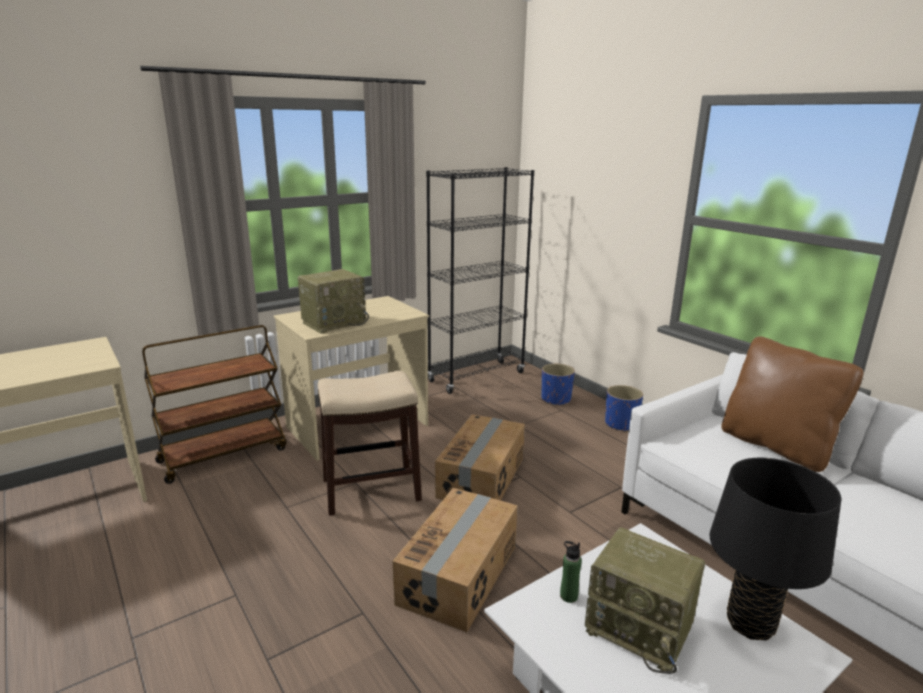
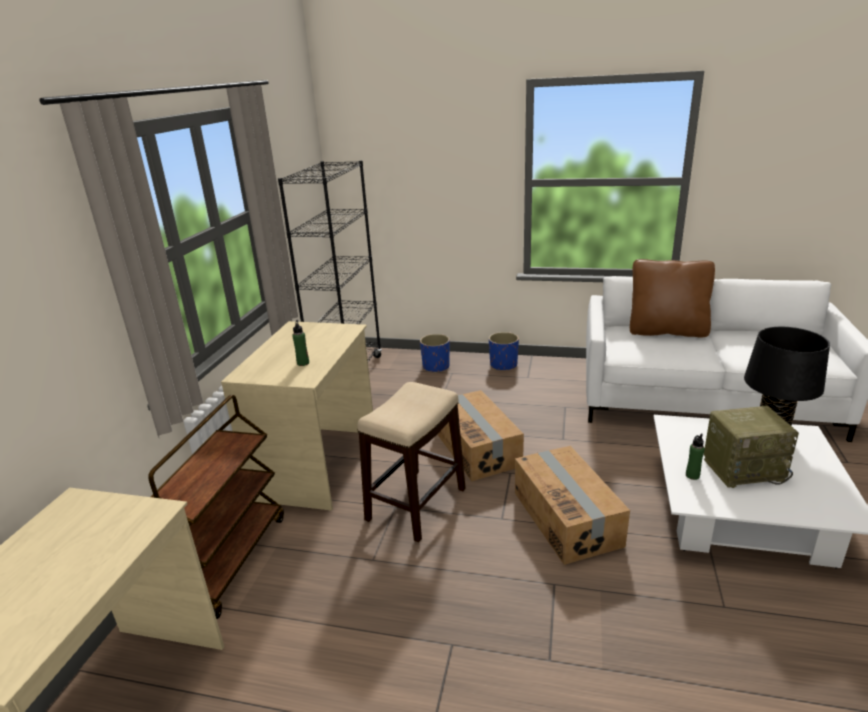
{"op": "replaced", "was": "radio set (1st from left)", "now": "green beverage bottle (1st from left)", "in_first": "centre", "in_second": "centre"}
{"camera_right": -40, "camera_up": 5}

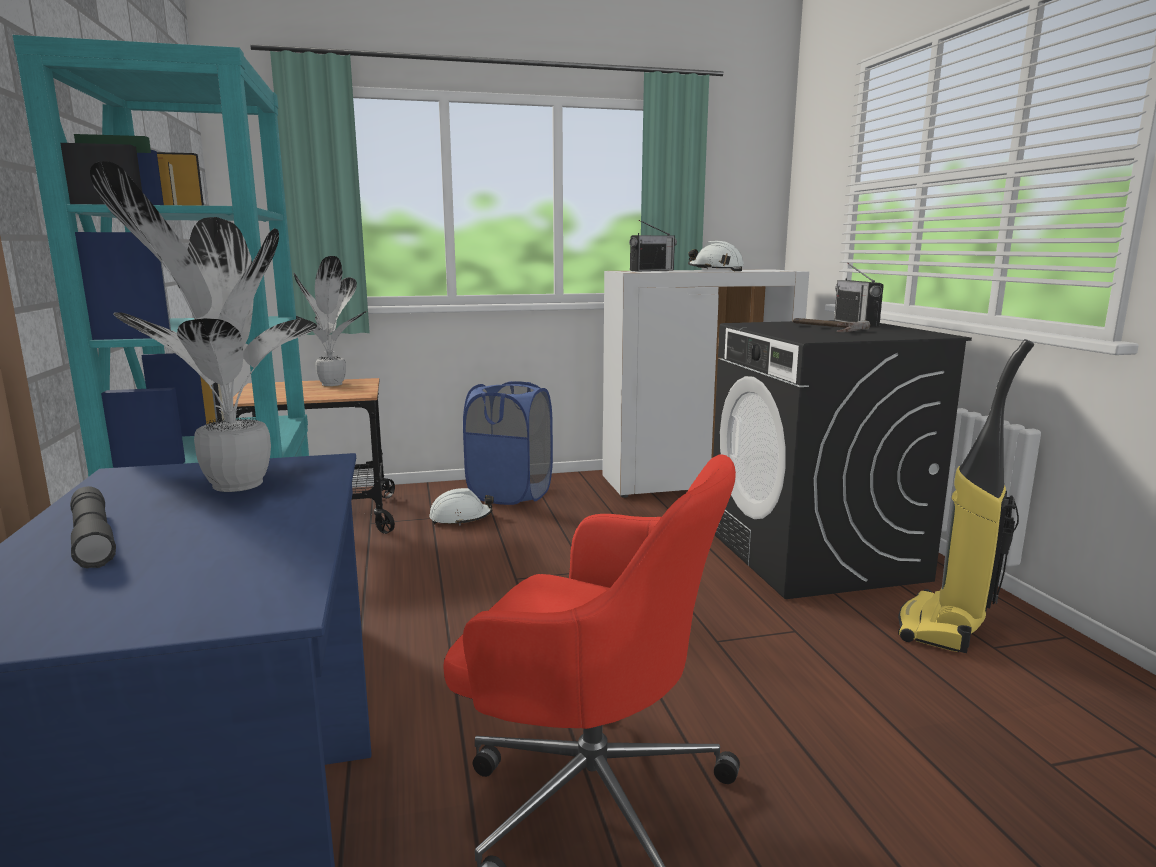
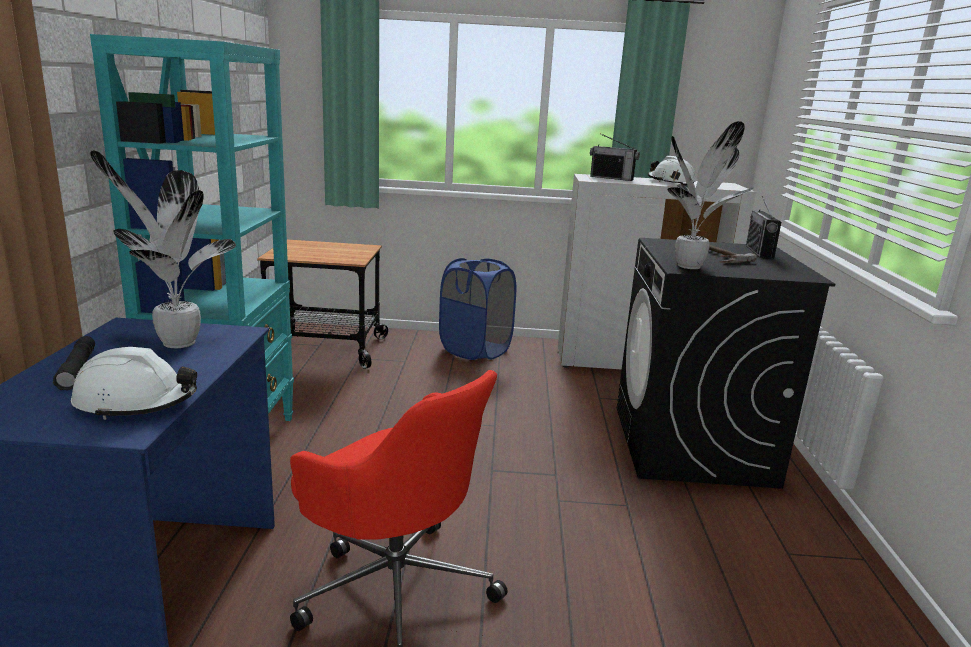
{"op": "turned", "was": "radio set (1st from left)", "in_first": "top centre", "in_second": "top centre", "clockwise": 45}
{"op": "moved", "was": "houseplant (2nd from left)", "in_first": "middle left", "in_second": "top right"}
{"op": "removed", "was": "vacuum cleaner", "in_first": "middle right"}
{"op": "moved", "was": "whitish safety helmet (1st from left)", "in_first": "centre", "in_second": "middle left"}
{"camera_right": 15, "camera_up": 5}

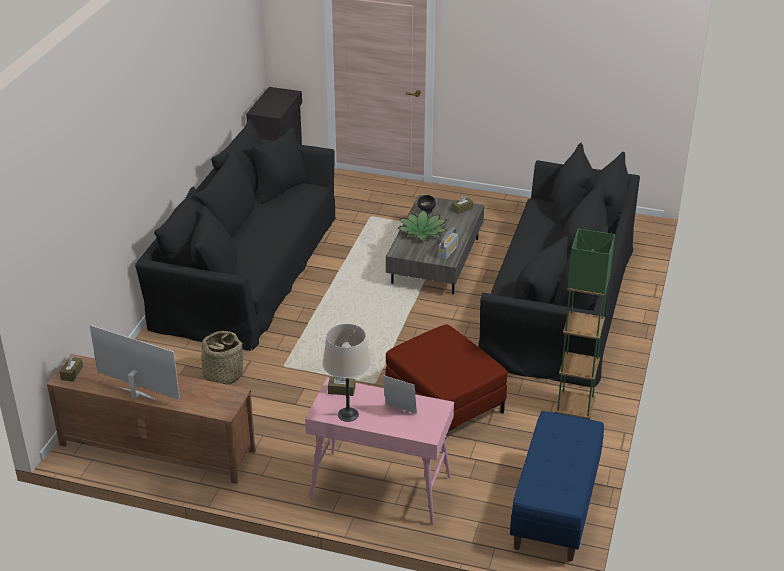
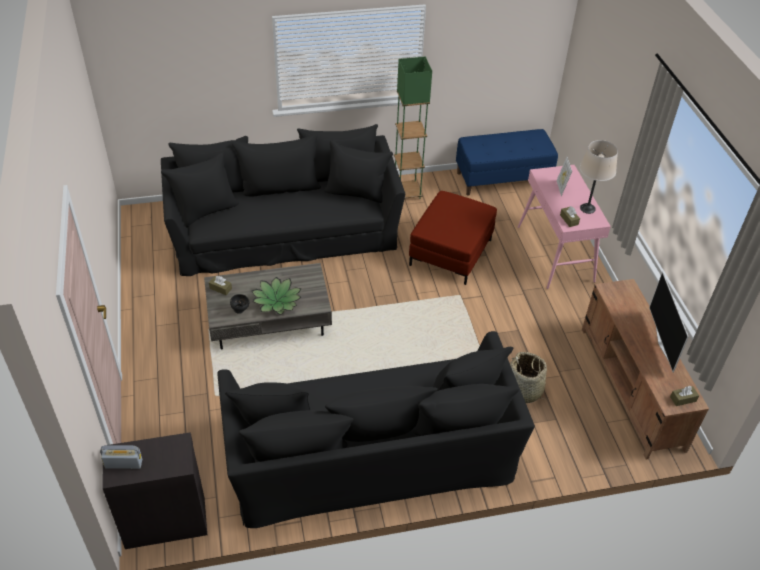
{"op": "moved", "was": "radio set", "in_first": "centre", "in_second": "bottom left"}
{"camera_right": -120, "camera_up": 10}

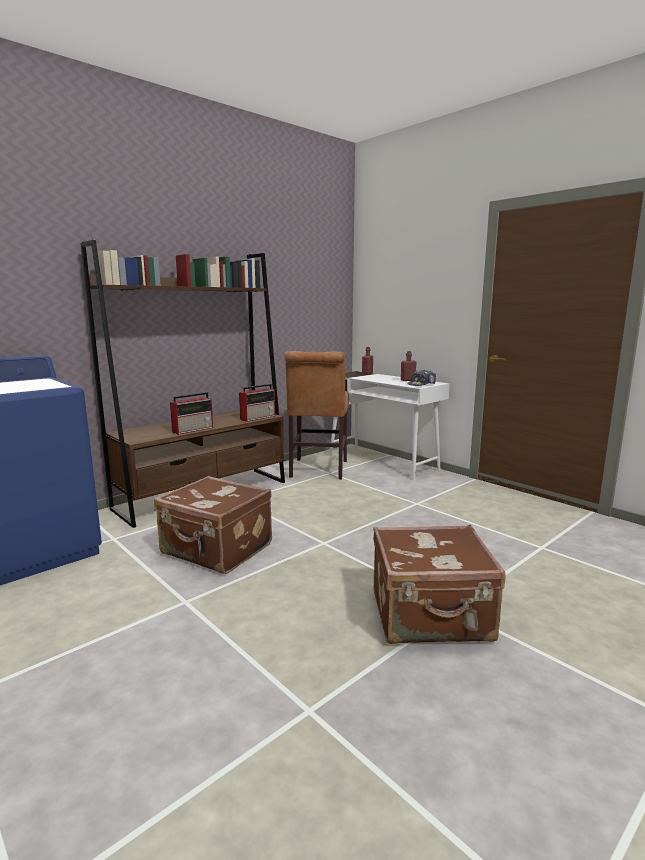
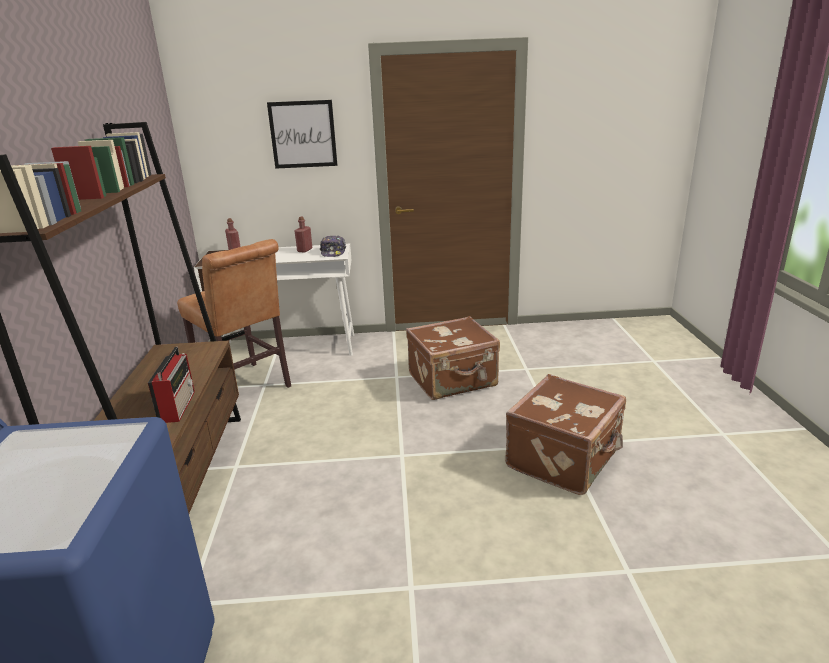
{"op": "removed", "was": "radio set (2nd from left)", "in_first": "centre"}
{"op": "moved", "was": "brown-coloured travel case (1st from left)", "in_first": "middle left", "in_second": "centre"}
{"op": "added", "now": "picture", "in_second": "top centre"}
{"camera_right": -50, "camera_up": 10}

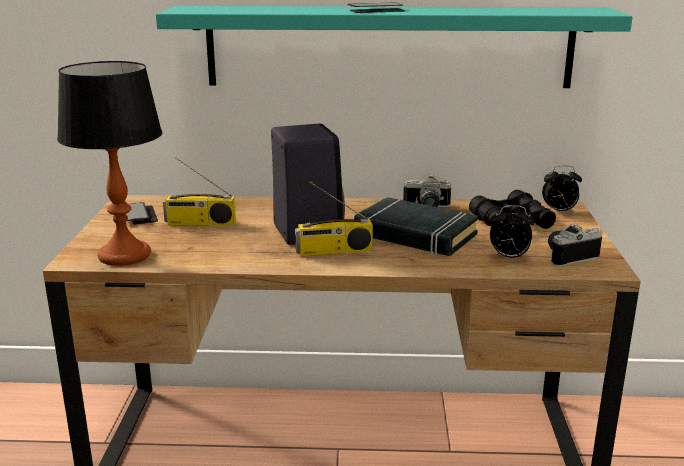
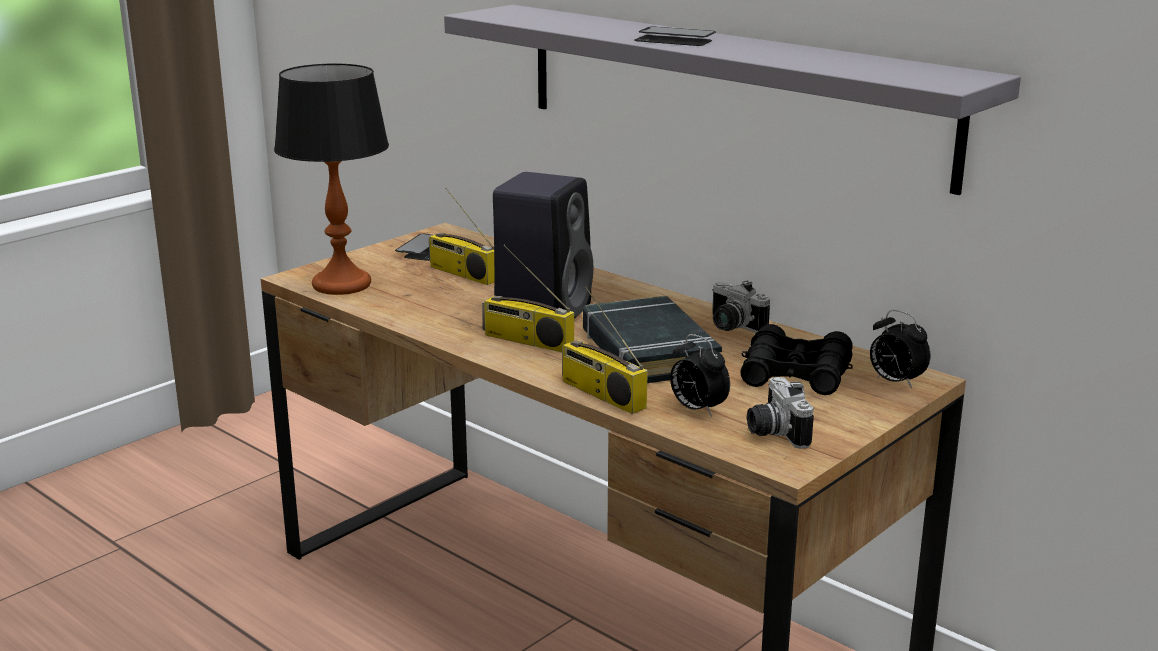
{"op": "recoloured", "was": "turquoise shelf", "now": "greyish shelf", "in_first": "top centre", "in_second": "top centre"}
{"op": "turned", "was": "still camera (2nd from left)", "in_first": "middle right", "in_second": "middle right", "clockwise": -120}
{"op": "added", "now": "radio set (3rd from left)", "in_second": "centre"}
{"camera_right": 40, "camera_up": 0}

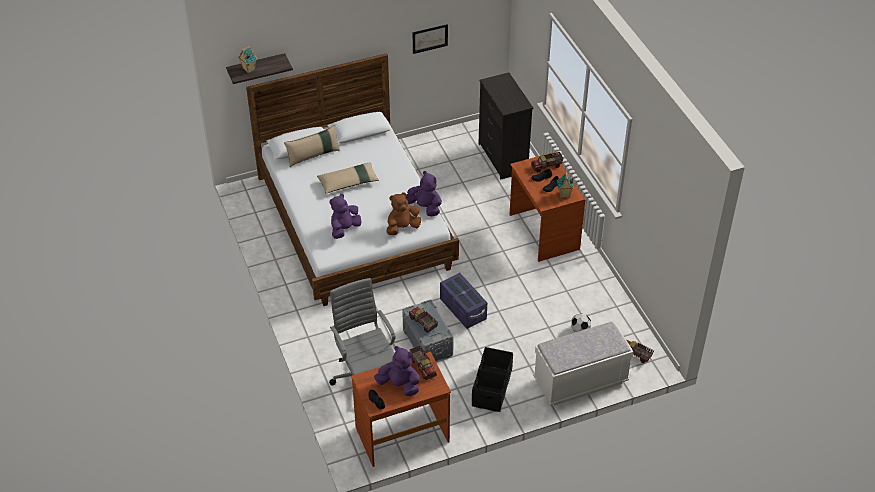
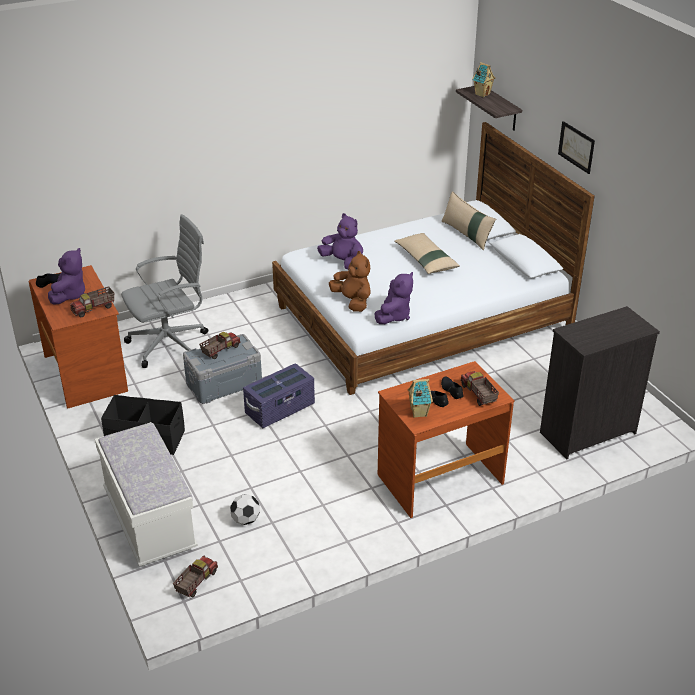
{"op": "moved", "was": "picture", "in_first": "top centre", "in_second": "top right"}
{"camera_right": 85, "camera_up": -10}

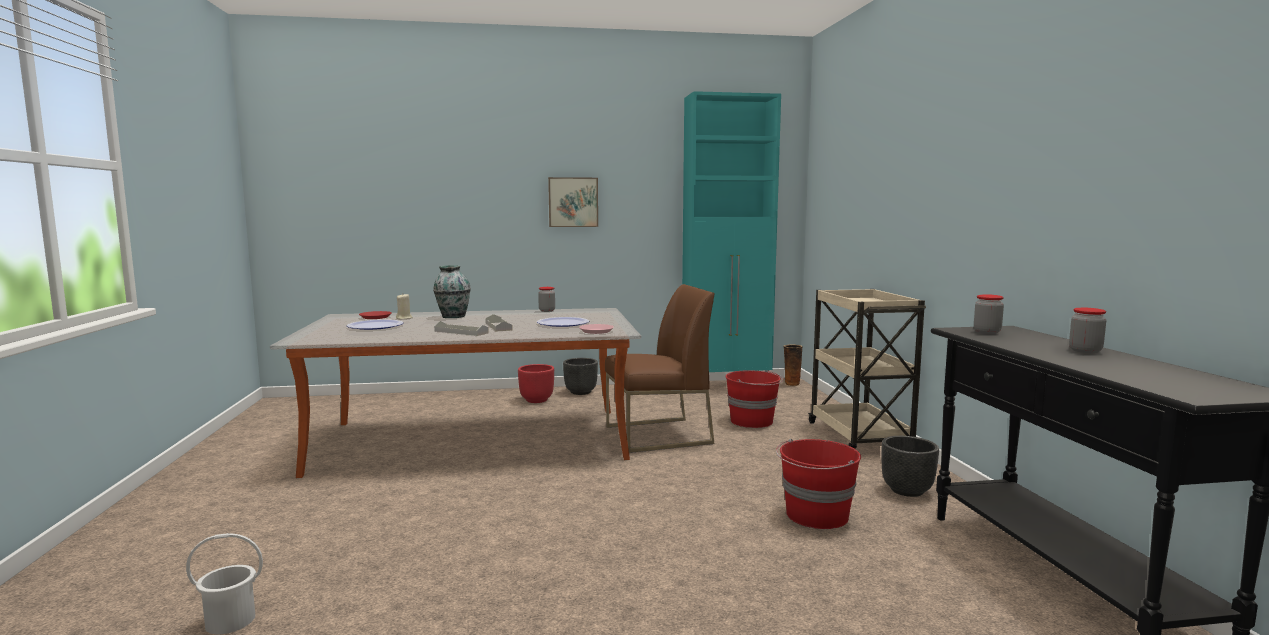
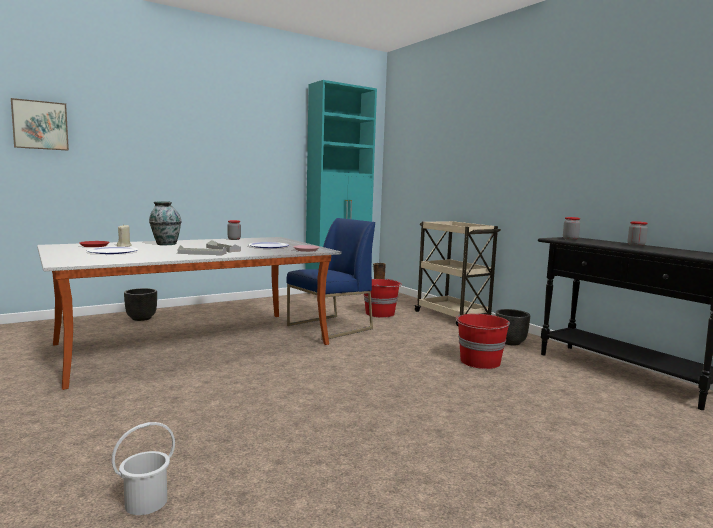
{"op": "moved", "was": "picture", "in_first": "top centre", "in_second": "top left"}
{"op": "recoloured", "was": "brown-coloured chair", "now": "blue chair", "in_first": "centre", "in_second": "centre"}
{"op": "moved", "was": "black flower pot (1st from left)", "in_first": "centre", "in_second": "middle left"}
{"op": "removed", "was": "reddish flower pot", "in_first": "centre"}
{"camera_right": -25, "camera_up": 0}

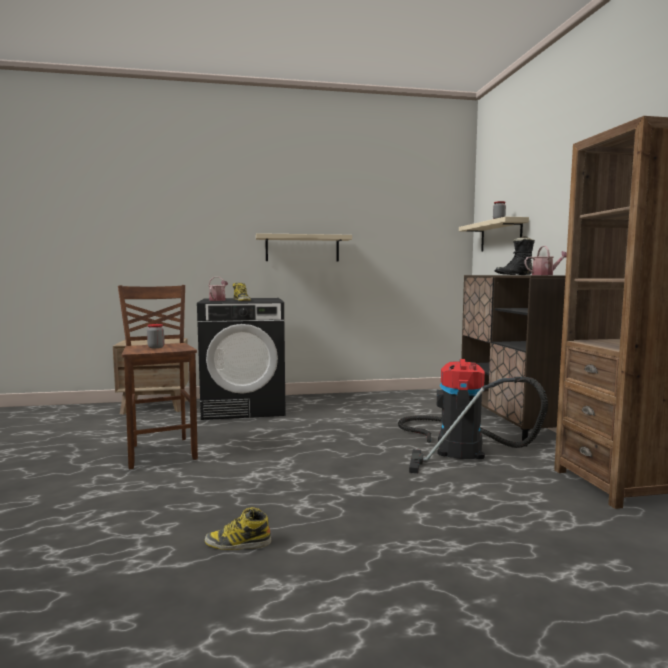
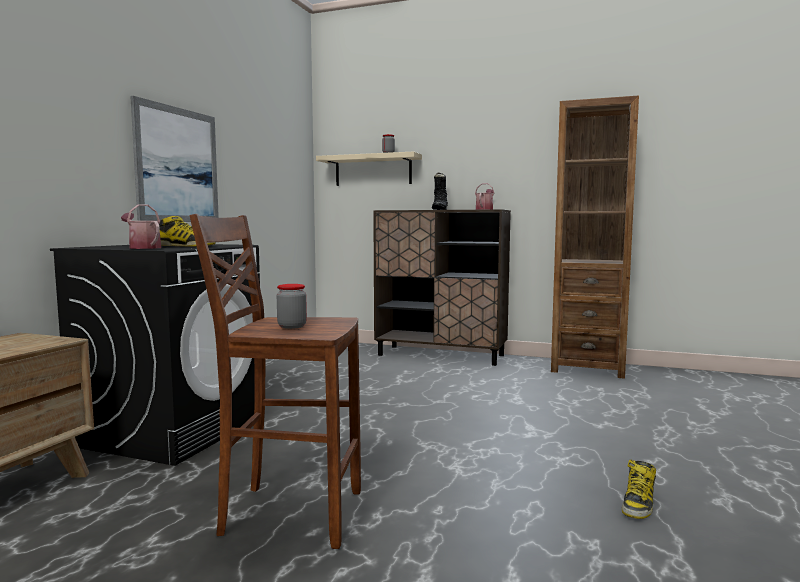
{"op": "replaced", "was": "beige-coloured shelf (1st from left)", "now": "picture", "in_first": "centre", "in_second": "top left"}
{"op": "removed", "was": "vacuum cleaner", "in_first": "middle right"}
{"camera_right": -60, "camera_up": 0}

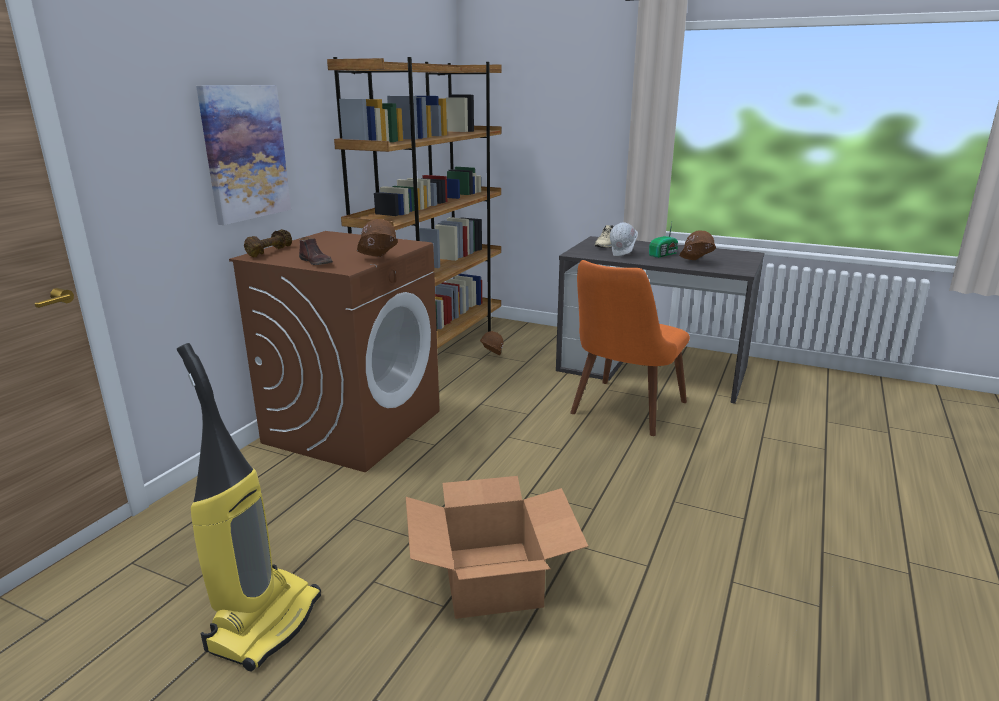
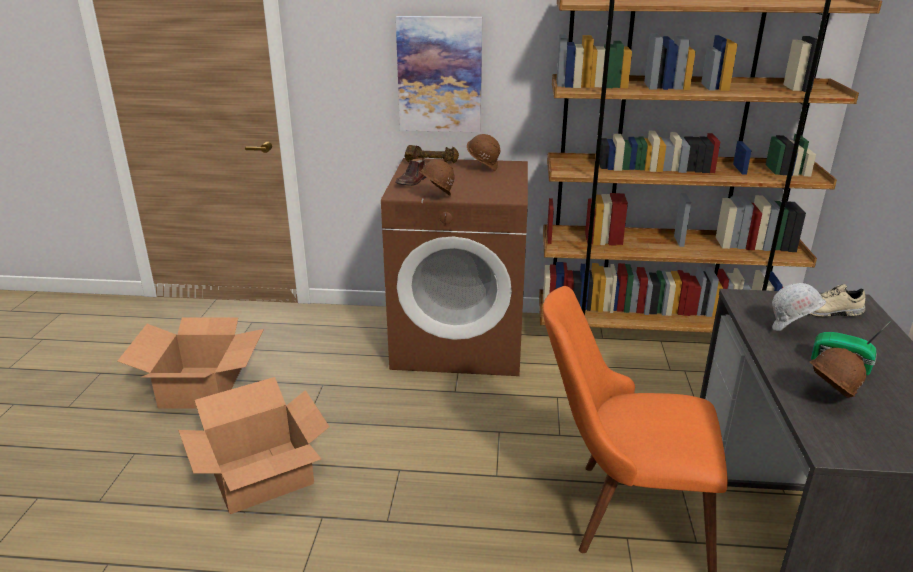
{"op": "moved", "was": "brown-coloured safety helmet (2nd from left)", "in_first": "centre", "in_second": "top centre"}
{"op": "replaced", "was": "vacuum cleaner", "now": "carton (1st from left)", "in_first": "bottom left", "in_second": "middle left"}
{"camera_right": 70, "camera_up": 5}

